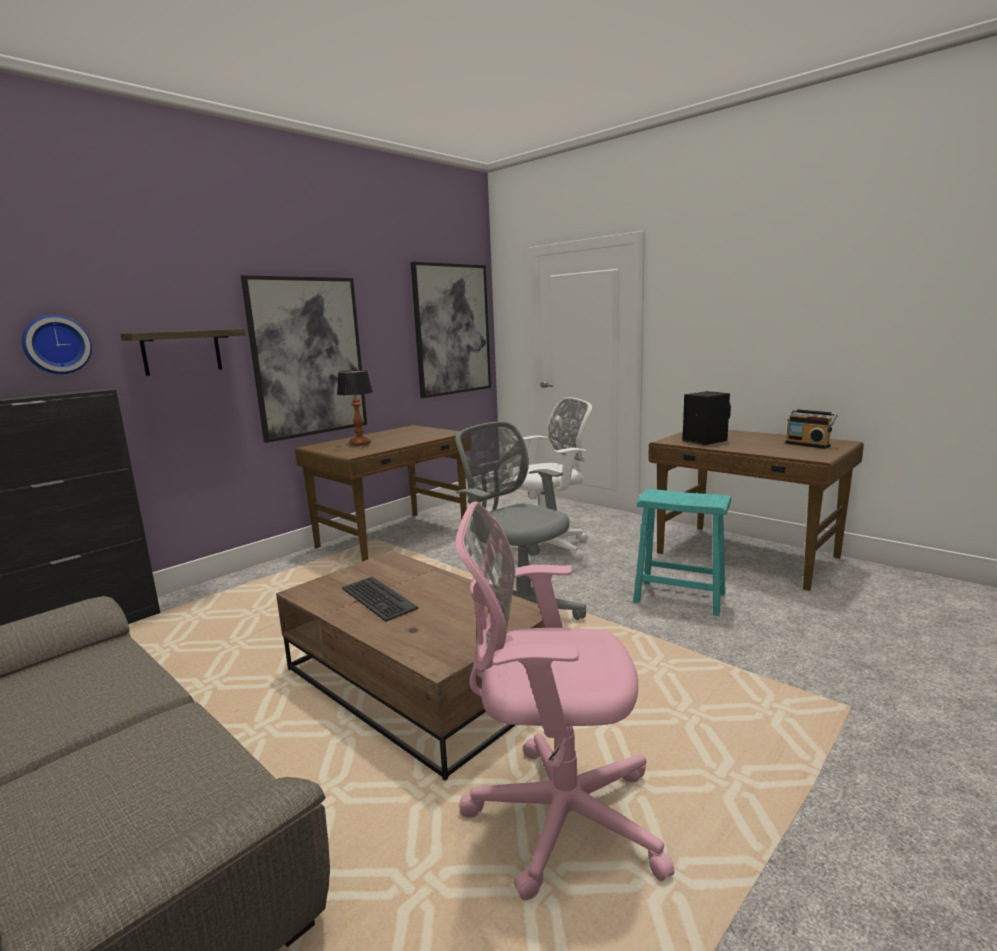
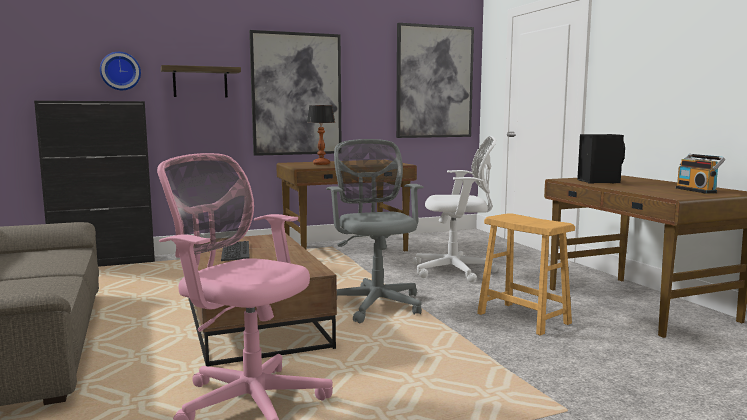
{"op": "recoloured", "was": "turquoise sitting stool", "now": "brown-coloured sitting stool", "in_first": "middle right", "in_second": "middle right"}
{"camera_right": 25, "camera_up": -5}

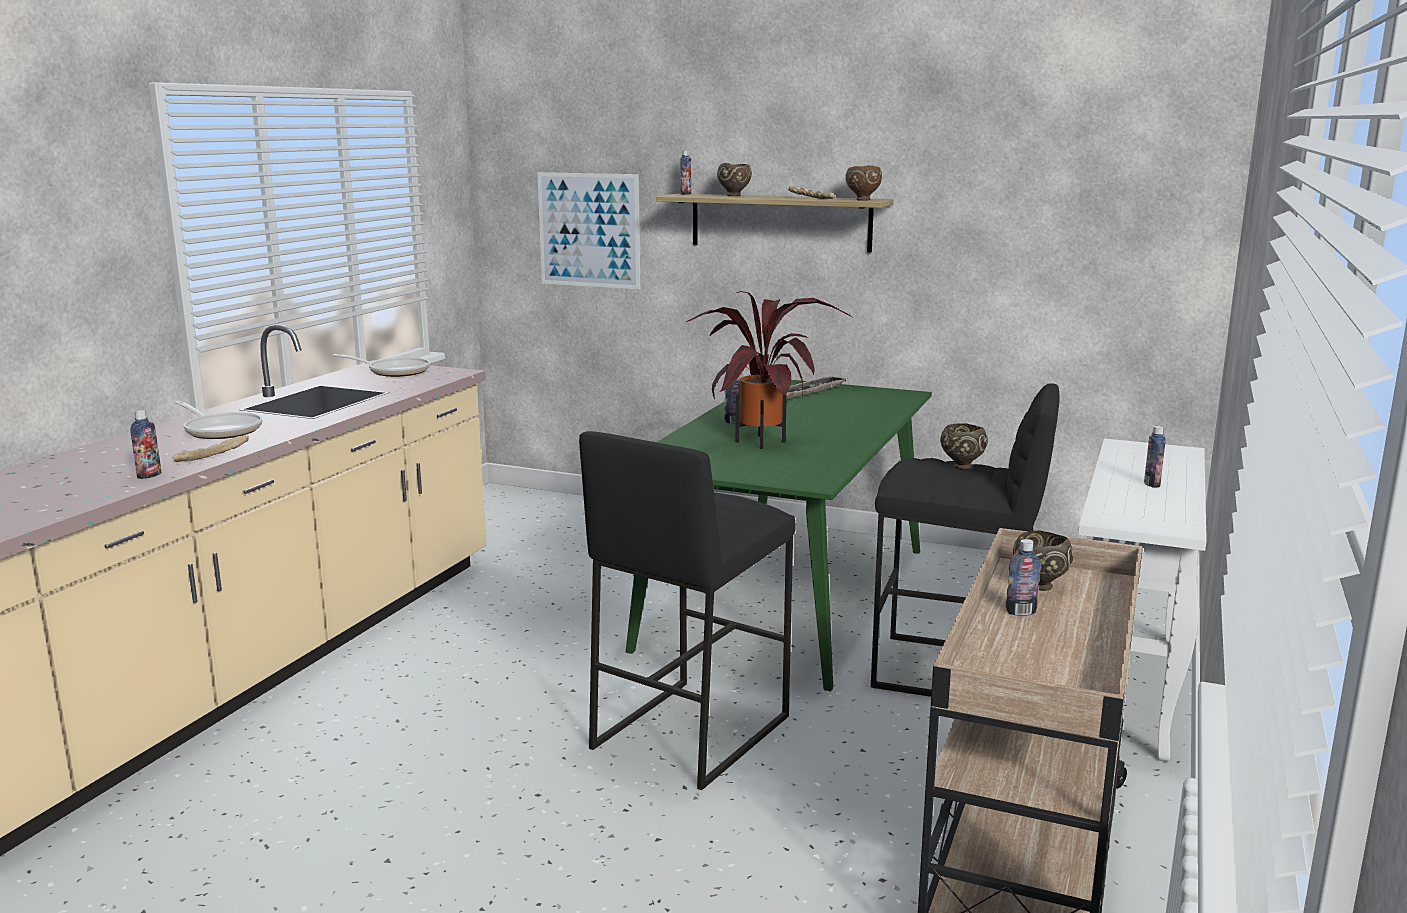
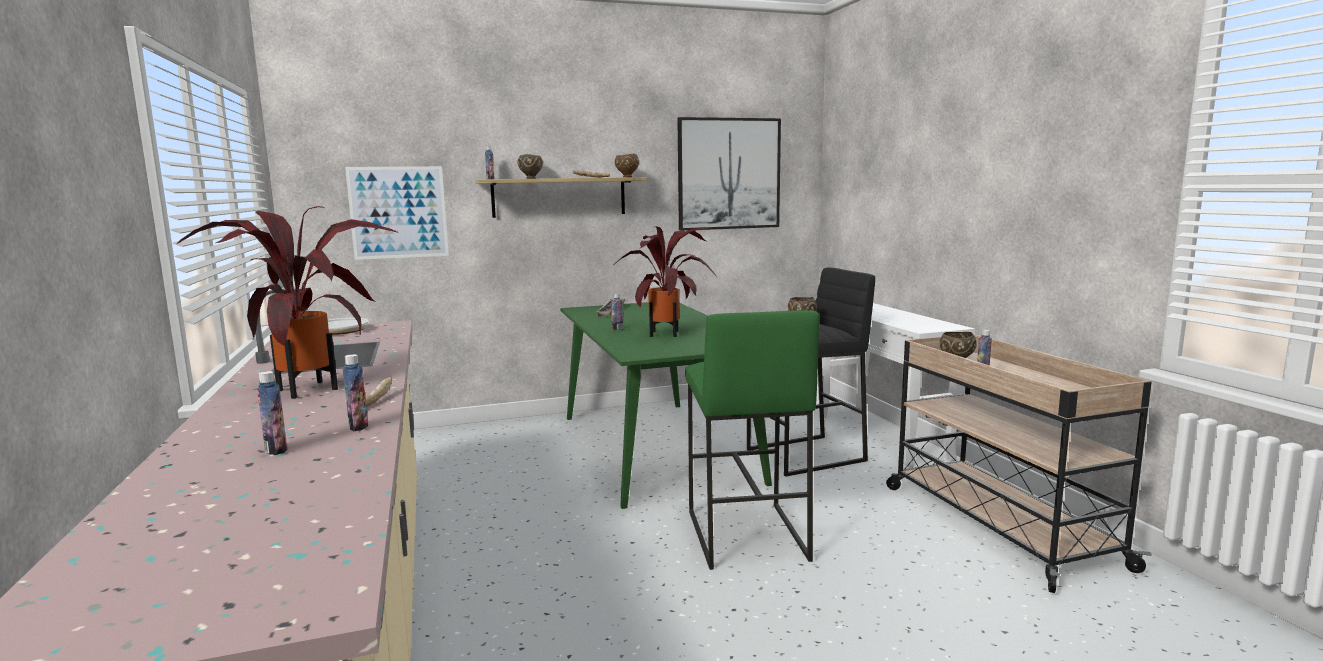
{"op": "replaced", "was": "pan (1st from left)", "now": "houseplant (1st from left)", "in_first": "middle left", "in_second": "middle left"}
{"op": "moved", "was": "beverage bottle (5th from left in the first image)", "now": "beverage bottle (1st from left)", "in_first": "middle right", "in_second": "middle left"}
{"op": "recoloured", "was": "black sitting stool (1st from left)", "now": "green sitting stool", "in_first": "bottom centre", "in_second": "centre"}
{"op": "added", "now": "picture (2nd from left)", "in_second": "top centre"}
{"camera_right": -40, "camera_up": -5}

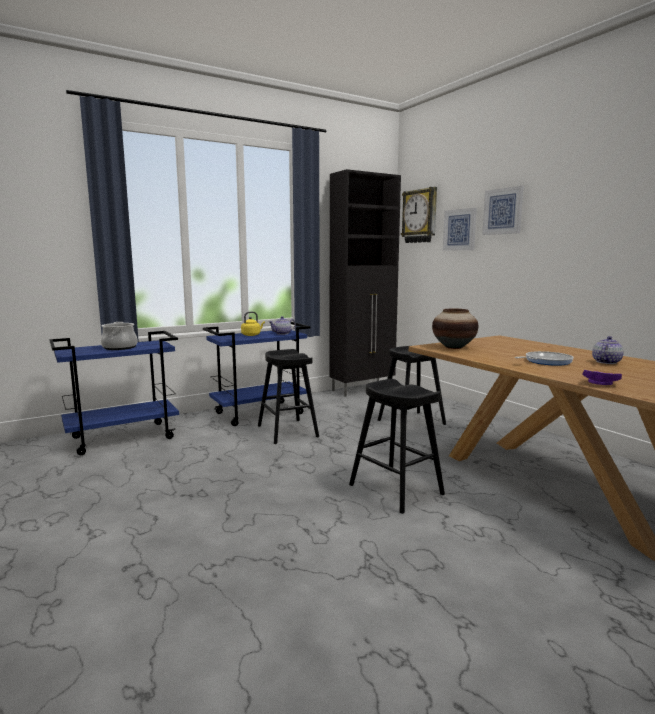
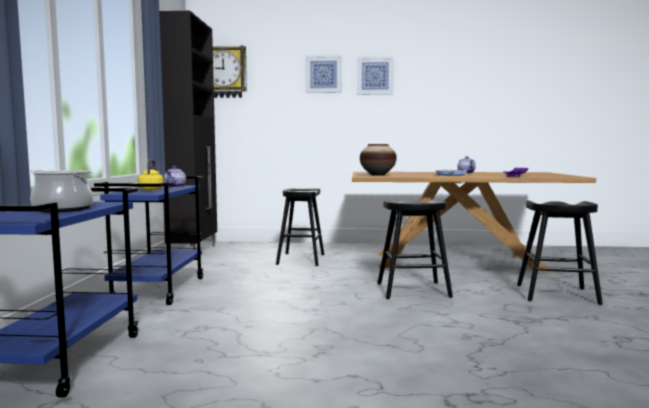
{"op": "moved", "was": "picture (1st from left in the first image)", "now": "picture (2nd from left)", "in_first": "top right", "in_second": "top centre"}
{"op": "moved", "was": "black sitting stool (1st from left in the first image)", "now": "black sitting stool (3rd from left)", "in_first": "centre", "in_second": "middle right"}
{"camera_right": -55, "camera_up": -5}

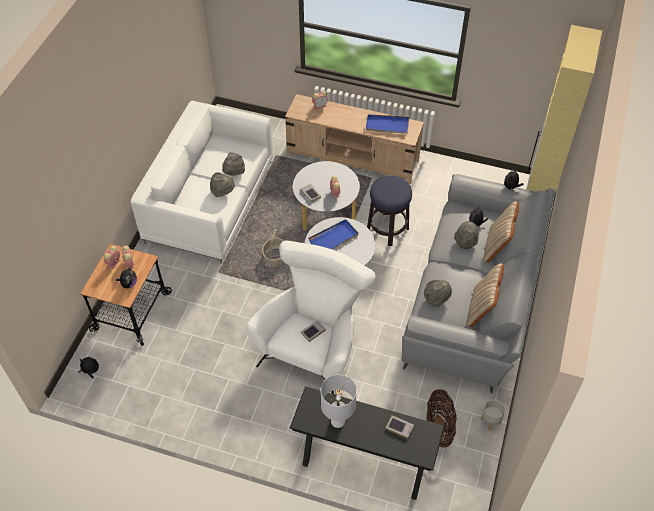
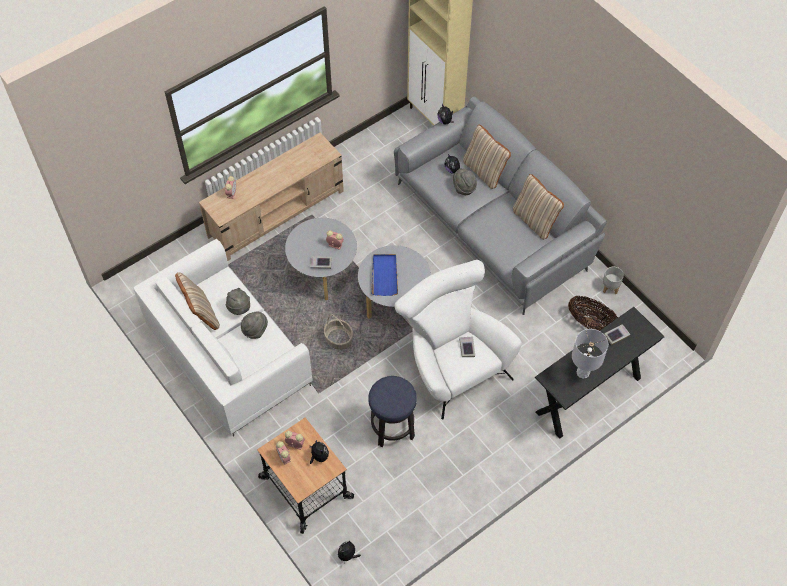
{"op": "removed", "was": "blue carrying tray (2nd from left)", "in_first": "top centre"}
{"op": "moved", "was": "sitting stool", "in_first": "centre", "in_second": "bottom centre"}
{"op": "removed", "was": "greyish wearable hat (3rd from left)", "in_first": "middle right"}
{"op": "added", "now": "beige-coloured cushion (1st from left)", "in_second": "middle left"}
{"camera_right": -55, "camera_up": 5}

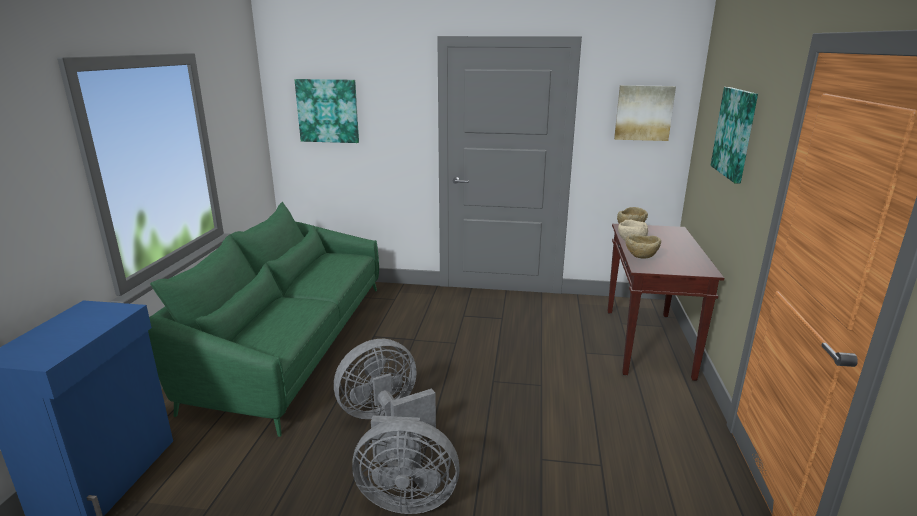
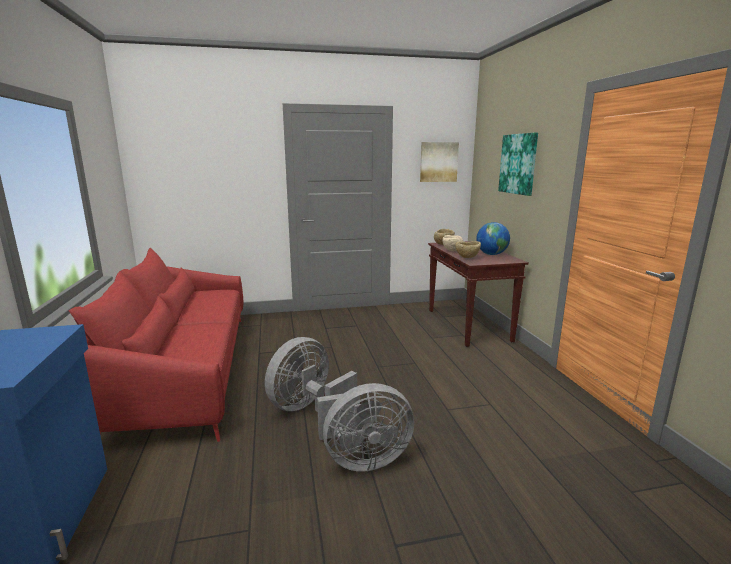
{"op": "removed", "was": "picture (1st from left)", "in_first": "top centre"}
{"op": "recoloured", "was": "green couch", "now": "reddish couch", "in_first": "middle left", "in_second": "middle left"}
{"op": "added", "now": "globe", "in_second": "middle right"}
{"camera_right": -20, "camera_up": -5}

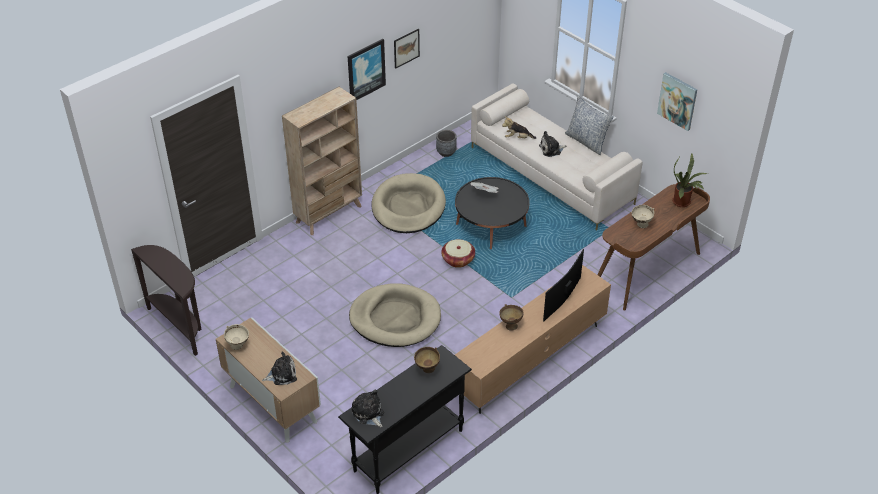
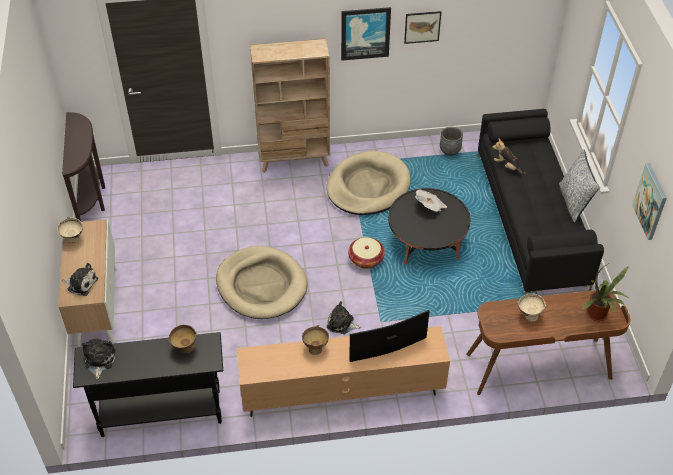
{"op": "recoloured", "was": "beige-coloured couch", "now": "black couch", "in_first": "top centre", "in_second": "middle right"}
{"op": "moved", "was": "plush toy (4th from left in the first image)", "now": "plush toy (3rd from left)", "in_first": "top centre", "in_second": "bottom centre"}
{"camera_right": 35, "camera_up": 5}

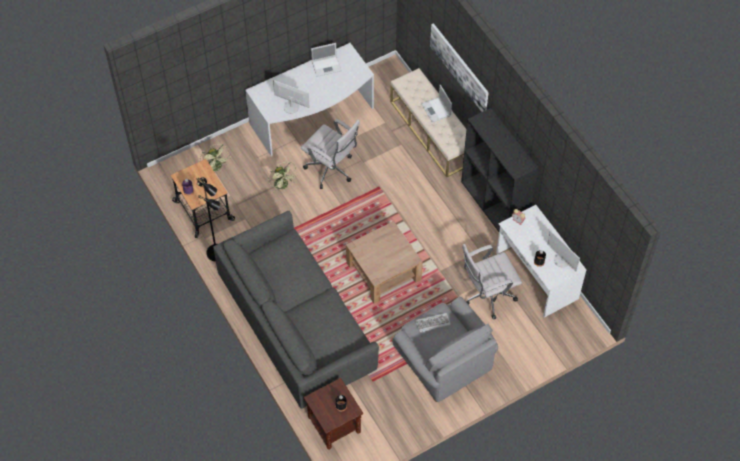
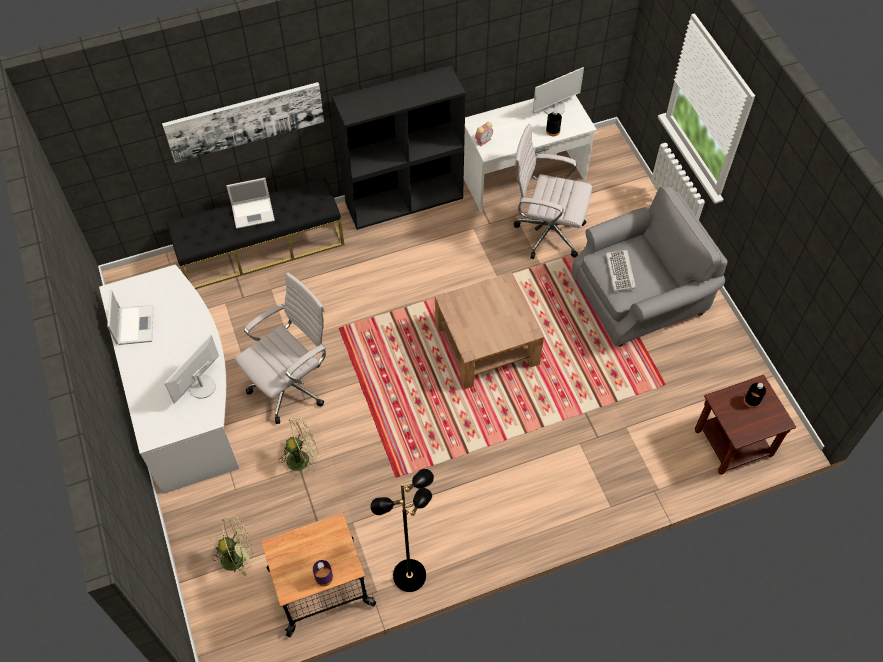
{"op": "recoloured", "was": "beige-coloured indoor bench", "now": "black indoor bench", "in_first": "top centre", "in_second": "middle left"}
{"op": "removed", "was": "greyish couch", "in_first": "bottom centre"}
{"op": "turned", "was": "whitish desk chair (2nd from left)", "in_first": "centre", "in_second": "top centre", "clockwise": 120}
{"camera_right": -80, "camera_up": 0}

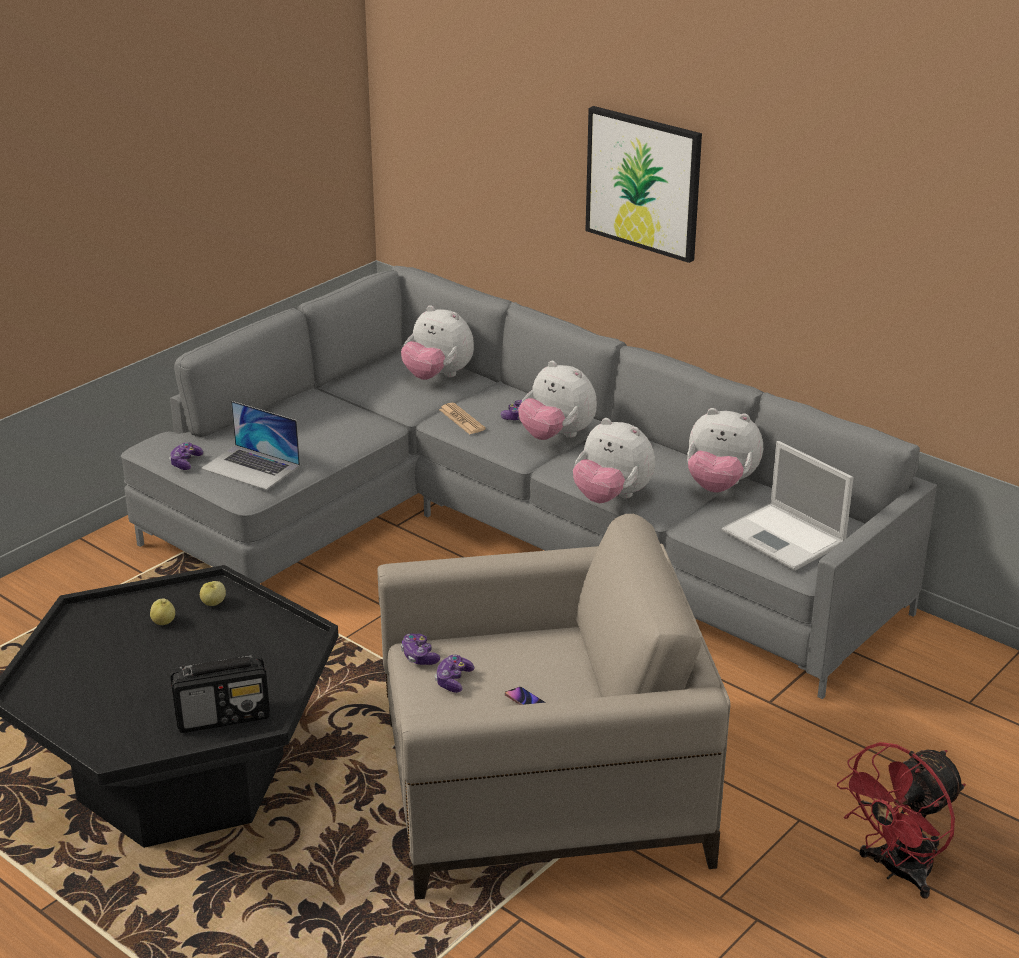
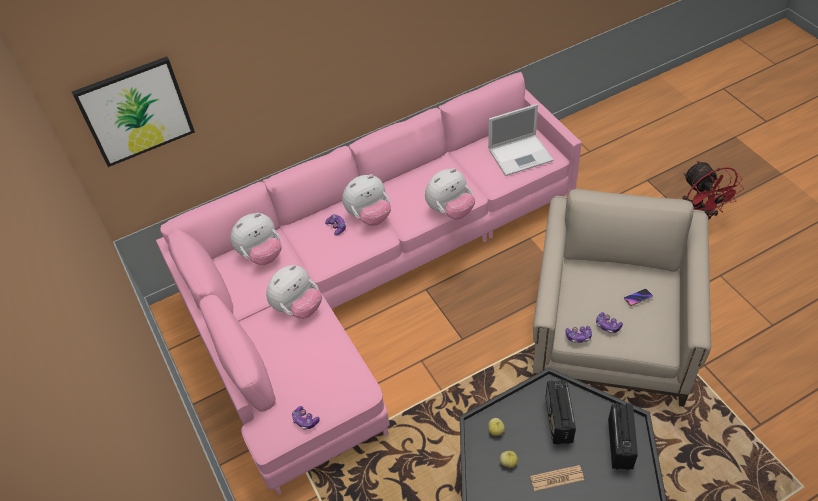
{"op": "moved", "was": "picture", "in_first": "top centre", "in_second": "top left"}
{"op": "recoloured", "was": "greyish couch", "now": "pink couch", "in_first": "centre", "in_second": "centre"}
{"op": "removed", "was": "notebook computer (1st from left)", "in_first": "middle left"}
{"op": "moved", "was": "newspaper", "in_first": "centre", "in_second": "bottom right"}
{"op": "moved", "was": "plush toy (4th from left in the first image)", "now": "plush toy (2nd from left)", "in_first": "middle right", "in_second": "centre"}
{"op": "added", "now": "radio set (1st from left)", "in_second": "bottom right"}
{"camera_right": -65, "camera_up": 20}

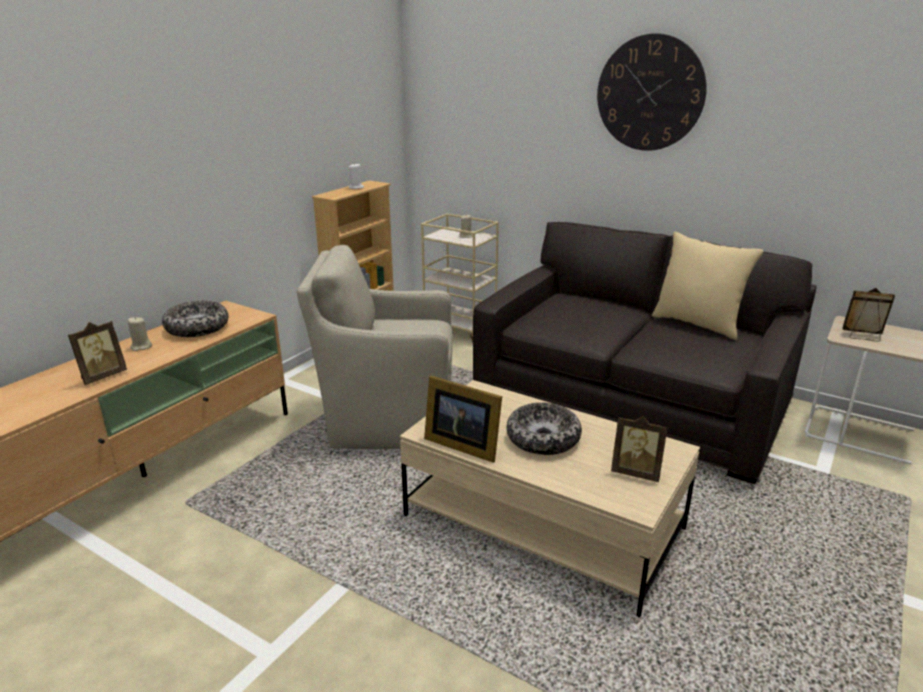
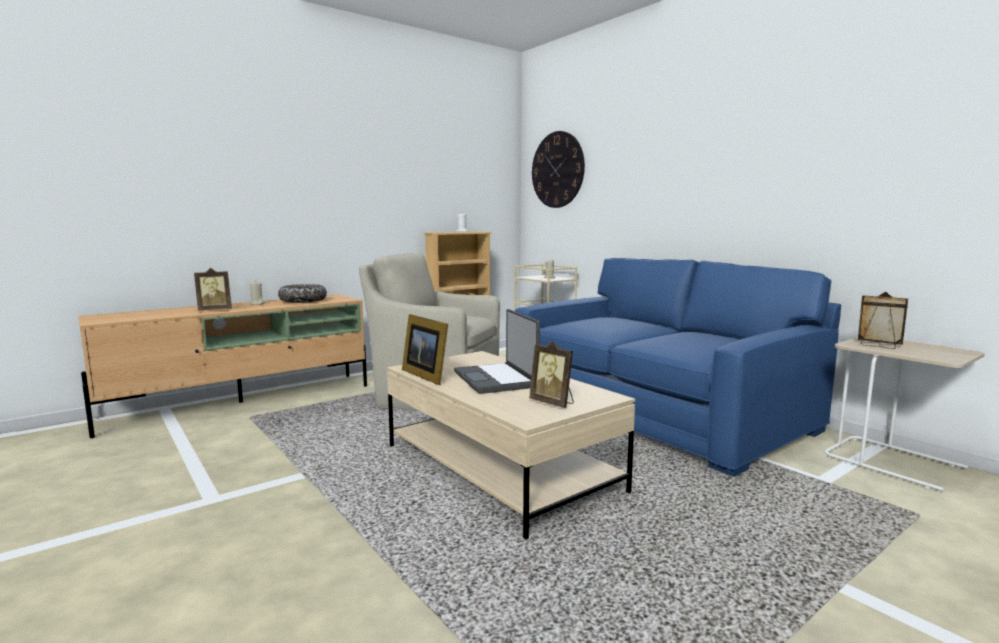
{"op": "moved", "was": "hanging clock", "in_first": "top right", "in_second": "top centre"}
{"op": "recoloured", "was": "greyish couch", "now": "blue couch", "in_first": "middle right", "in_second": "middle right"}
{"op": "removed", "was": "beige-coloured cushion", "in_first": "middle right"}
{"op": "replaced", "was": "serving bowl (2nd from left)", "now": "notebook computer", "in_first": "centre", "in_second": "centre"}
{"camera_right": 20, "camera_up": -15}

